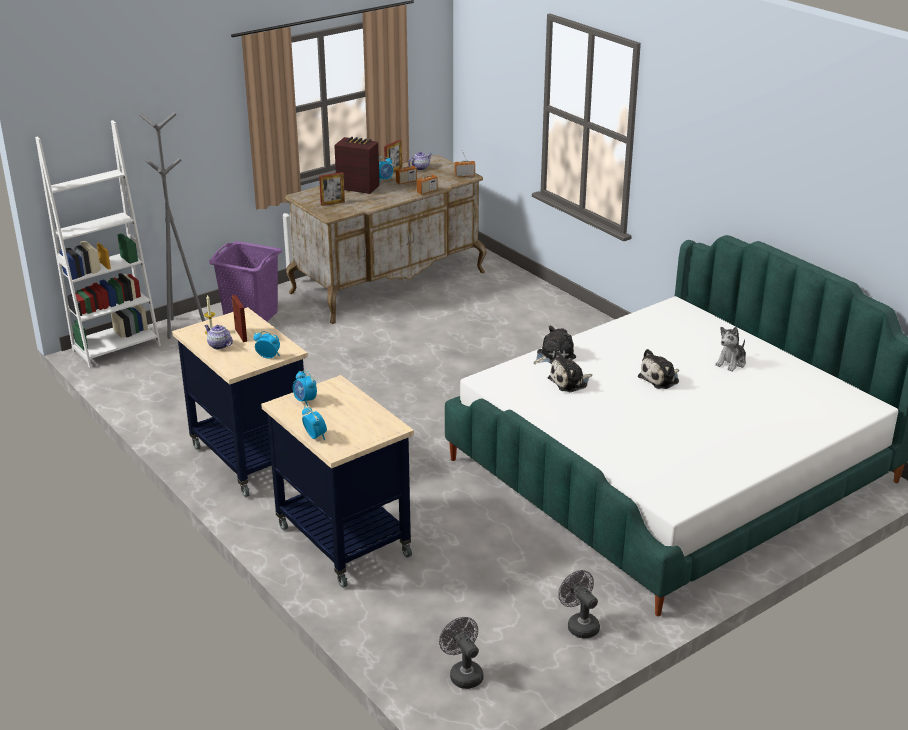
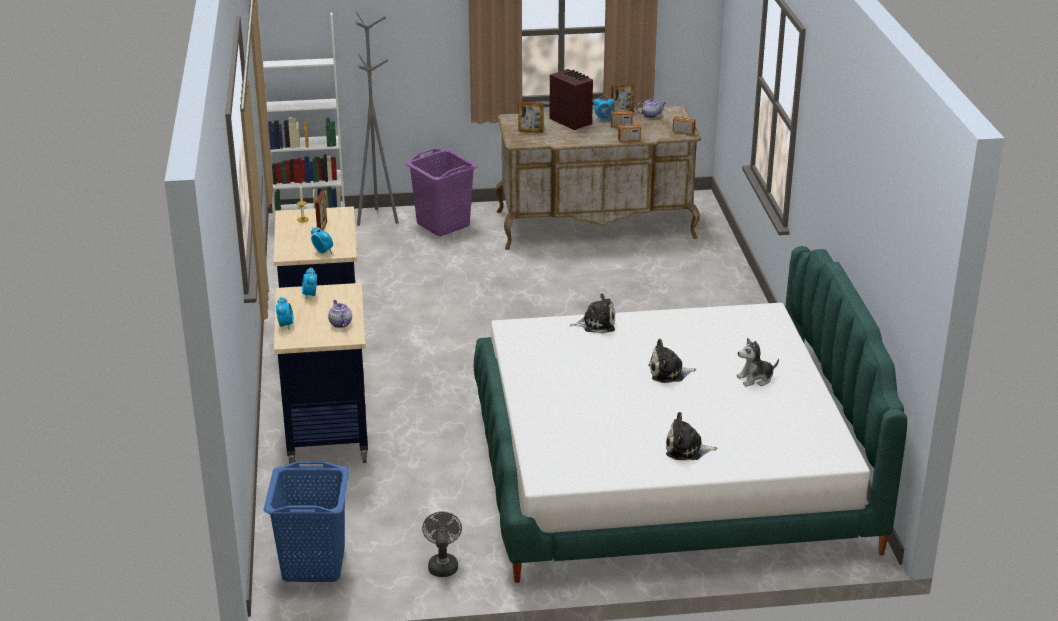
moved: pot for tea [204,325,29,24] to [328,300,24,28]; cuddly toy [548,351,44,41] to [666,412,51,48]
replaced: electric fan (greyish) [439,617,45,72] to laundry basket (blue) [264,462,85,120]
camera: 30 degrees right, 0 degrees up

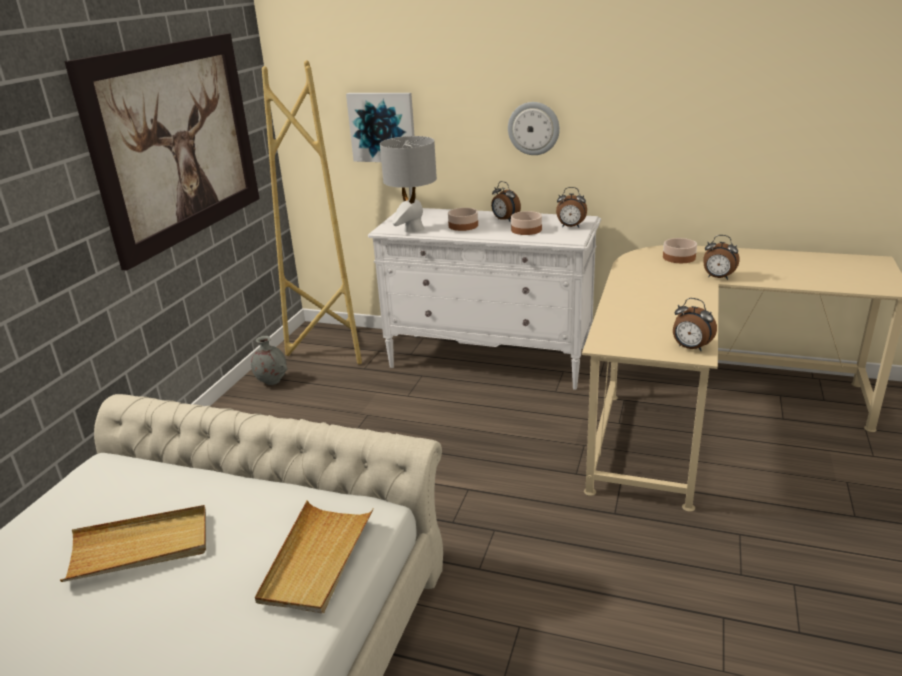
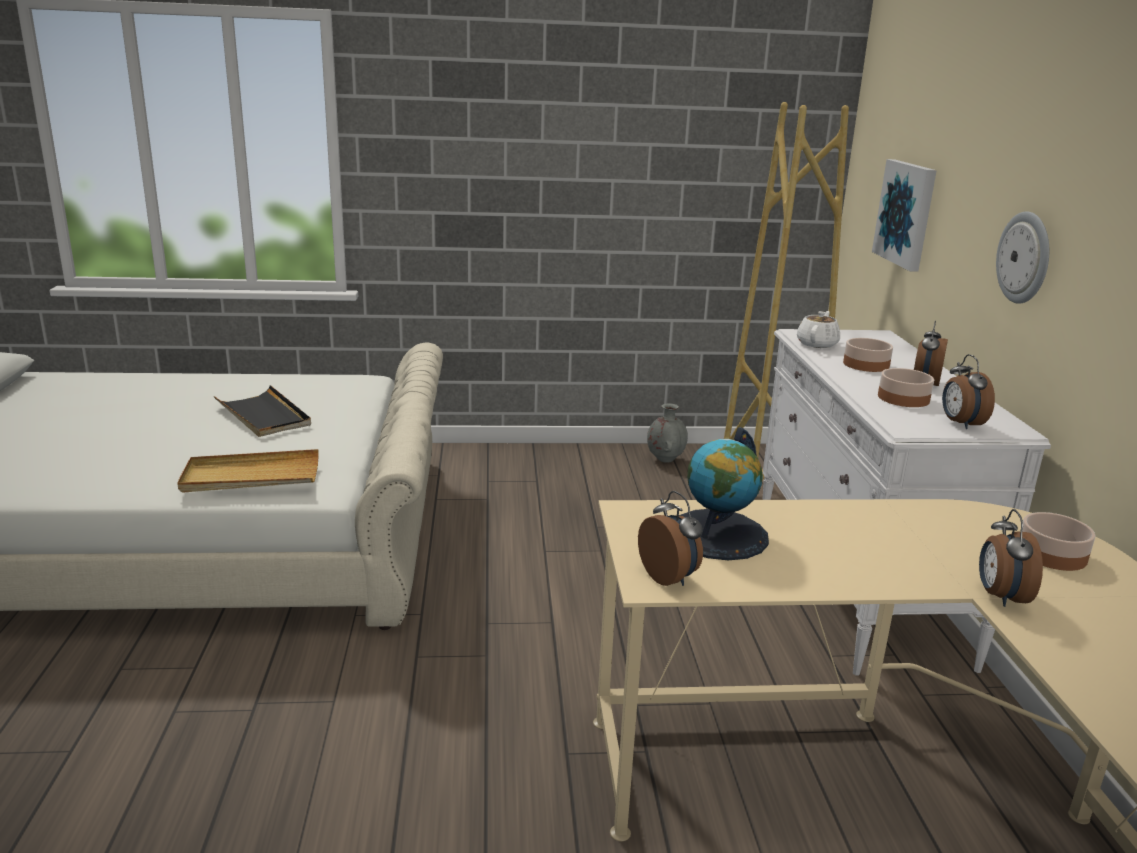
removed: wall art [64,33,196,238]
added: world globe [679,427,90,133]
replaced: lamp for a table (greyish) [380,136,57,96] to pot for tea (white) [797,311,43,37]
recoloured: tray (beige) [60,505,146,77] to tray (black) [214,385,97,52]
turned: alarm clock [673,298,44,53] = [638,491,65,95] 135 degrees clockwise
camera: 65 degrees right, 5 degrees down

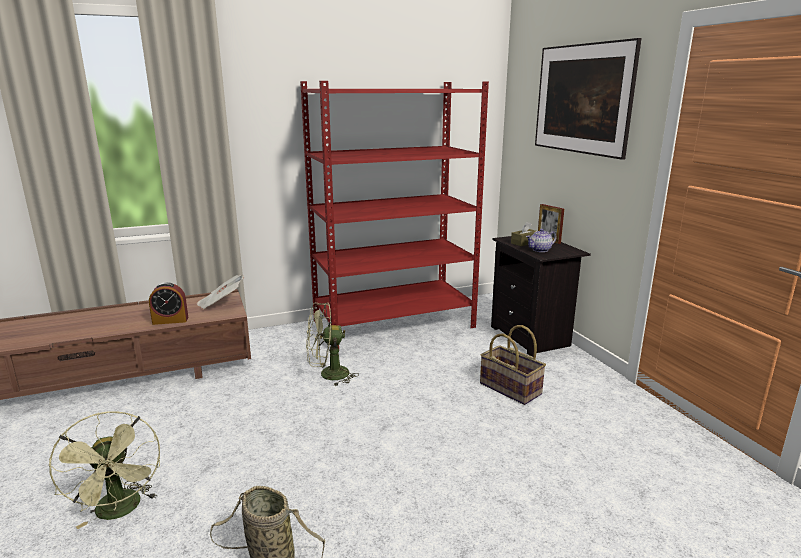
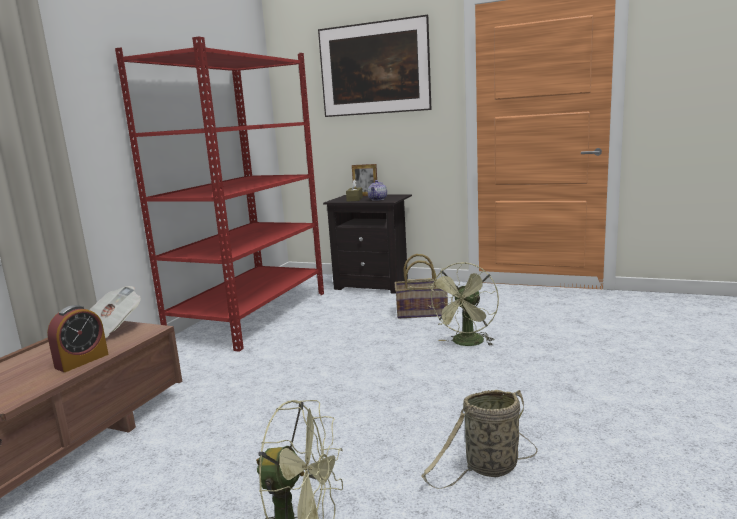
moved: electric fan (green) [306,302,53,84] to [428,262,71,84]
camera: 45 degrees left, 5 degrees down

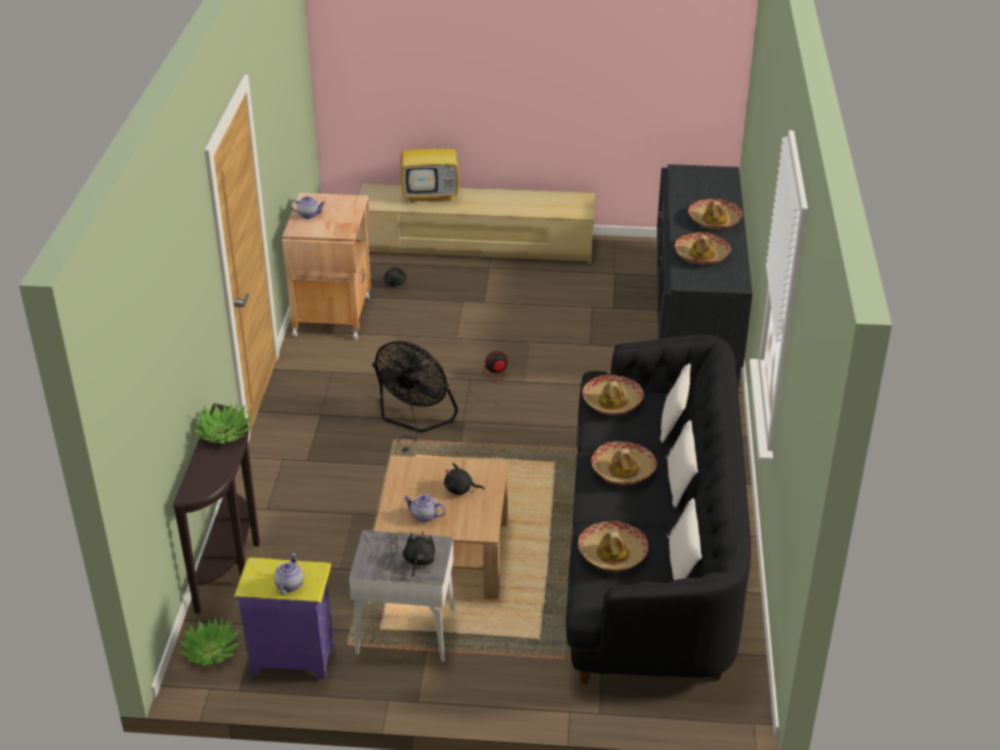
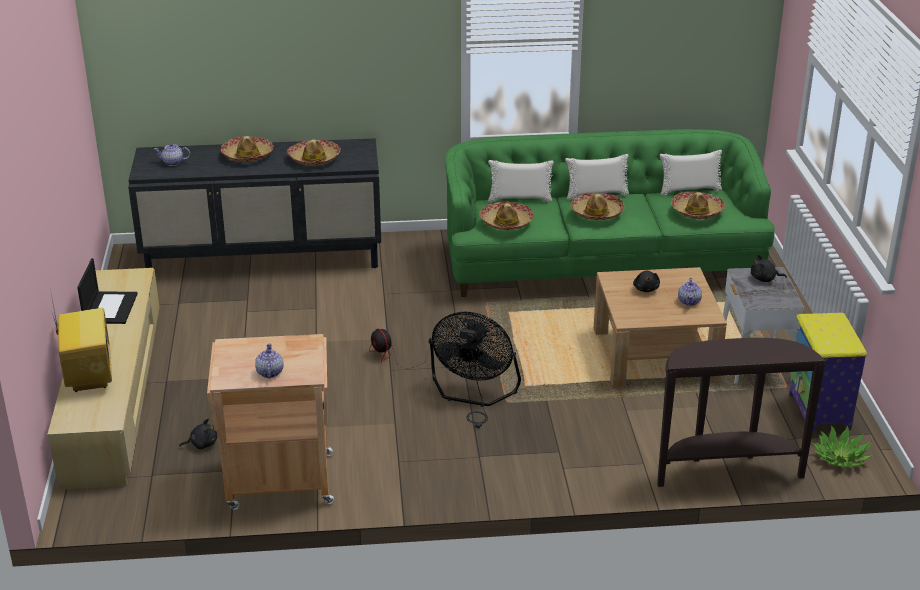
removed: plant in a pot [192,403,62,40]
added: portable computer [77,258,61,66]
moved: pot for tea [274,553,30,42] to [154,143,36,23]
recoloured: sofa (black) [566,334,185,350] to sofa (green) [446,129,329,168]
turned: electric fan (black) [372,341,86,111] = [428,312,93,116] 90 degrees clockwise
camera: 100 degrees left, 5 degrees down

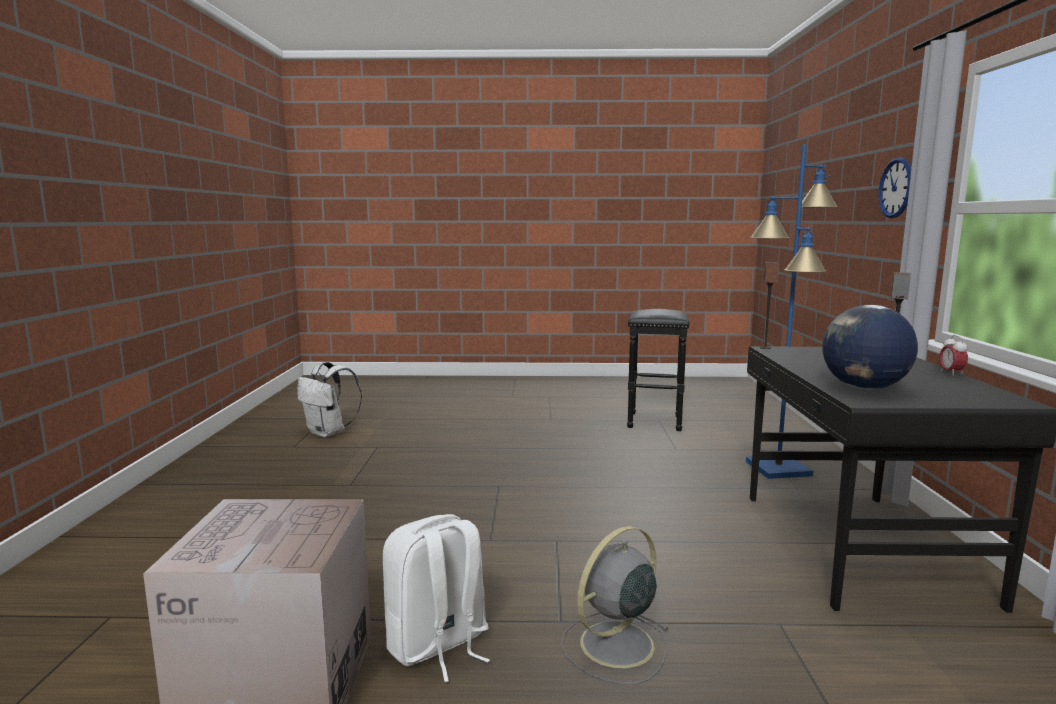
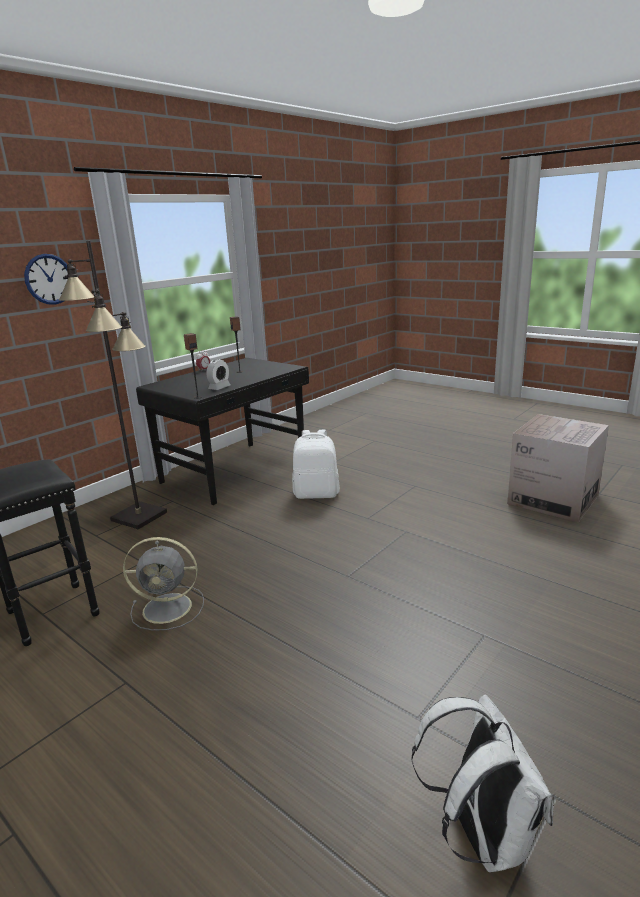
removed: world globe [822,305,96,85]
added: alarm clock [207,359,23,31]
moved: backpack (white) [383,514,107,168] to [292,430,48,69]; electric fan (greyish) [561,526,109,159] to [123,537,81,94]
recoloured: standing lamp (blue) [746,144,92,335] to standing lamp (black) [59,241,108,288]
camera: 140 degrees left, 10 degrees up

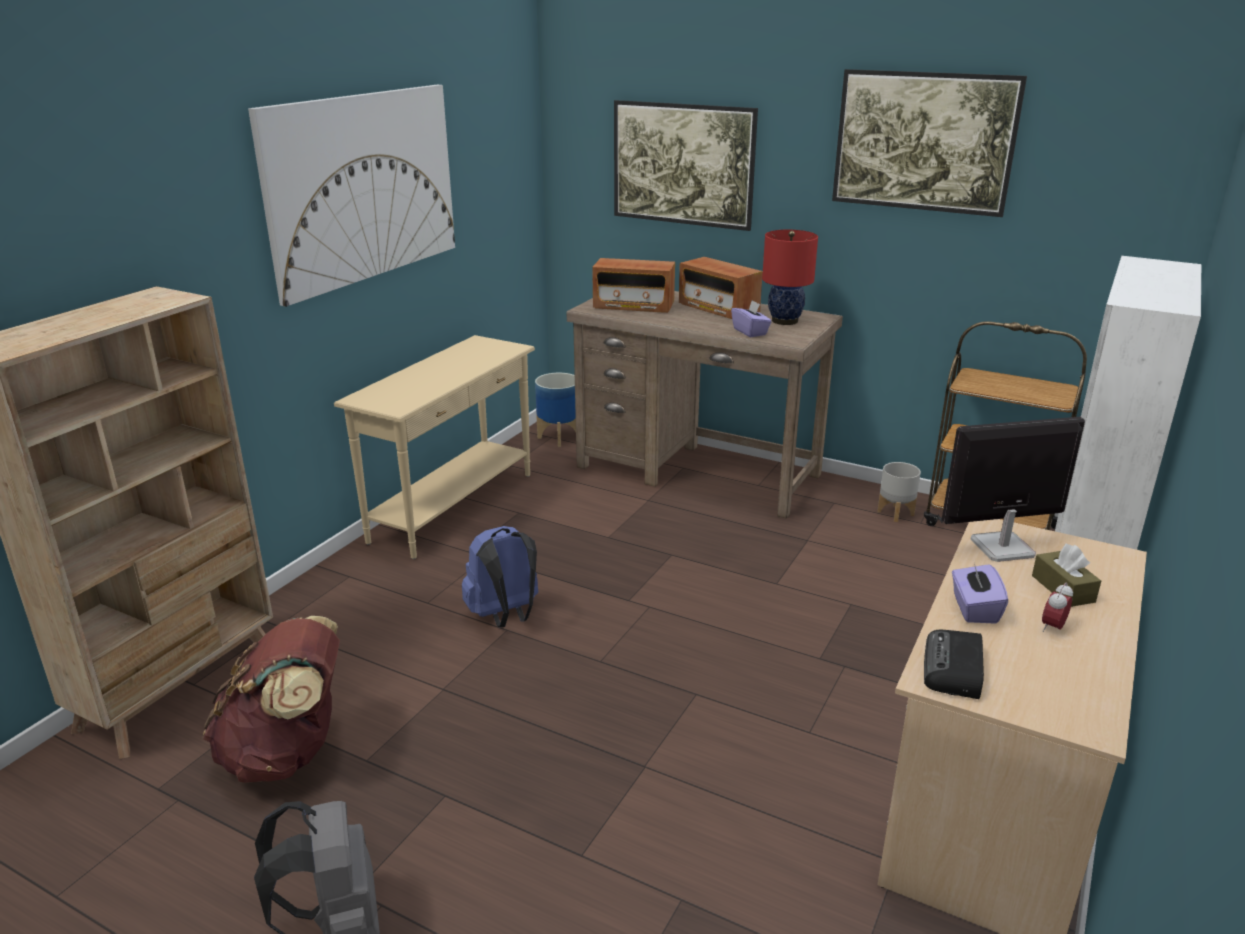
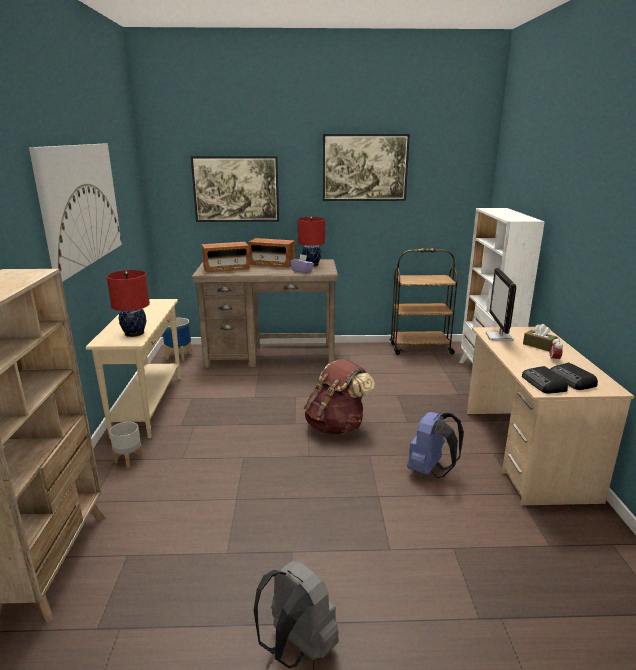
removed: tissue box (purple) [952,560,56,64]
added: lamp for a table (reddish) [107,270,43,67]; radio receiver [550,363,48,27]
moved: flower pot (greyish) [877,462,44,60] to [109,422,34,46]; backpack (blue) [462,526,76,101] to [407,412,57,66]; backpack (brownish) [203,616,137,167] to [304,359,71,76]
turned: computer display [942,417,143,145] = [486,268,30,73] 45 degrees counterclockwise
camera: 30 degrees left, 5 degrees down

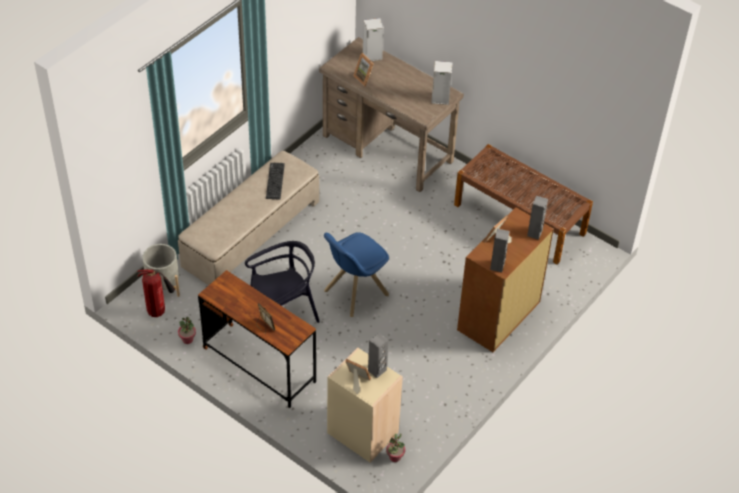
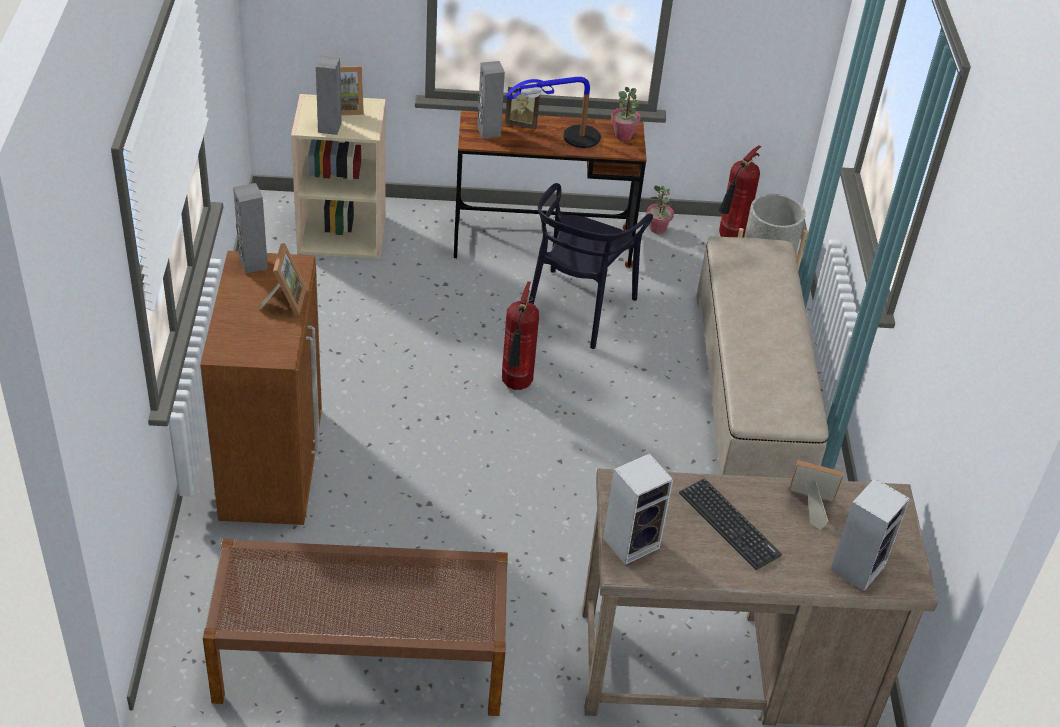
added: lamp for a table [506,77,95,71]
moved: PC keyboard [266,162,19,38] to [679,479,103,91]; audio speaker (greyish) [527,196,21,44] to [477,61,28,78]; plant in a pot [386,433,19,29] to [611,87,30,54]
replaced: plain chair (blue) [324,232,65,85] to fire-fighting cylinder [502,281,37,109]
camera: 140 degrees right, 5 degrees down

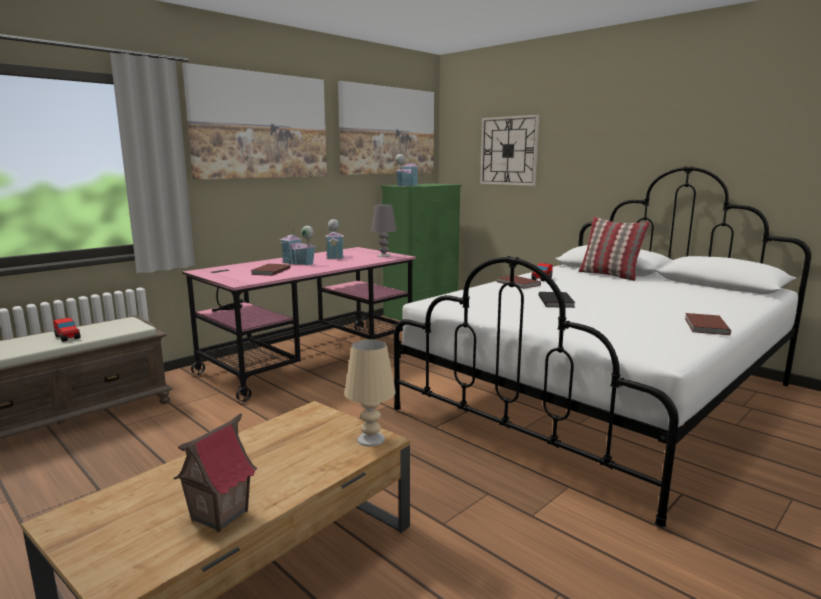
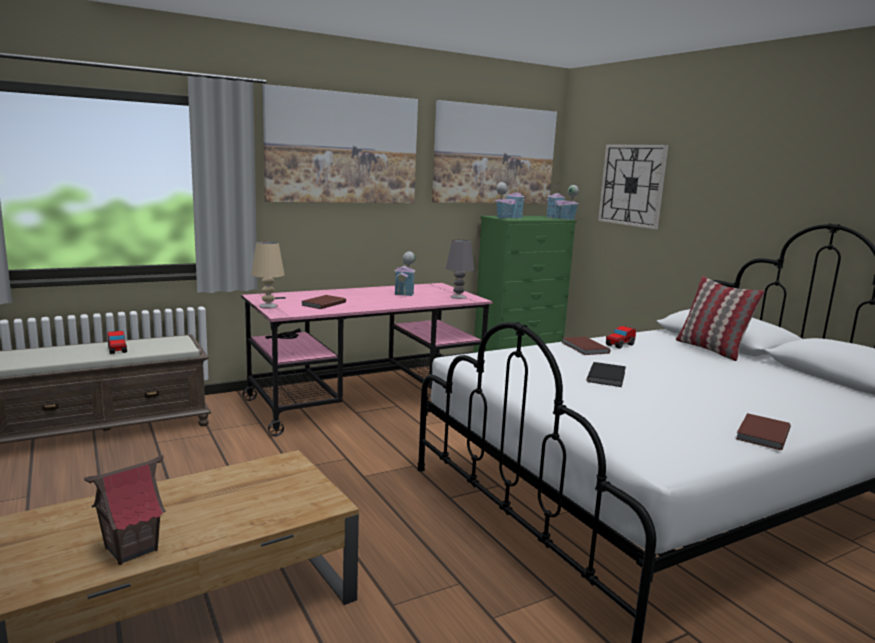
moved: toy house [280,222,37,43] to [546,182,33,38]; lamp for a table (beige) [344,339,52,107] to [251,241,34,67]
camera: 15 degrees right, 0 degrees up

